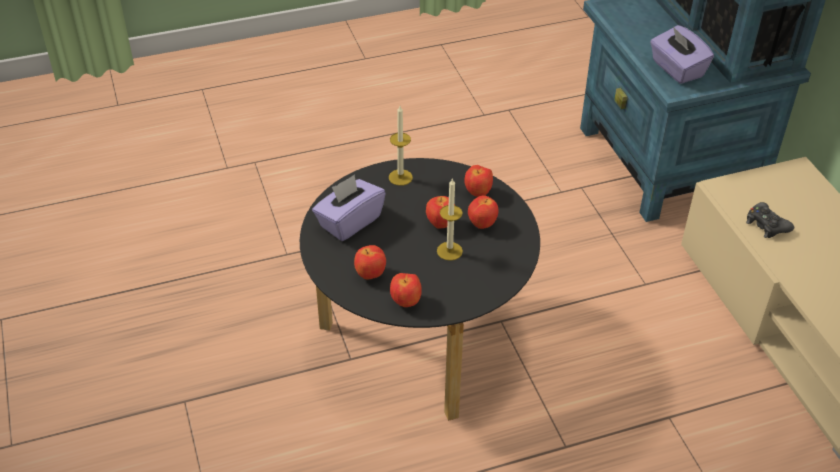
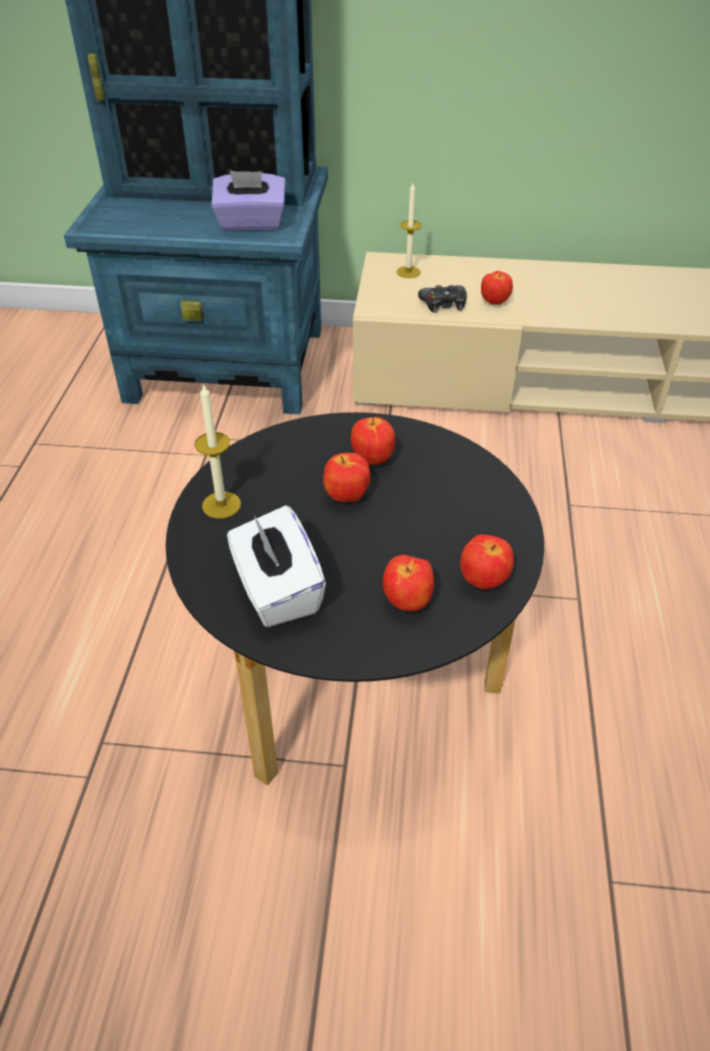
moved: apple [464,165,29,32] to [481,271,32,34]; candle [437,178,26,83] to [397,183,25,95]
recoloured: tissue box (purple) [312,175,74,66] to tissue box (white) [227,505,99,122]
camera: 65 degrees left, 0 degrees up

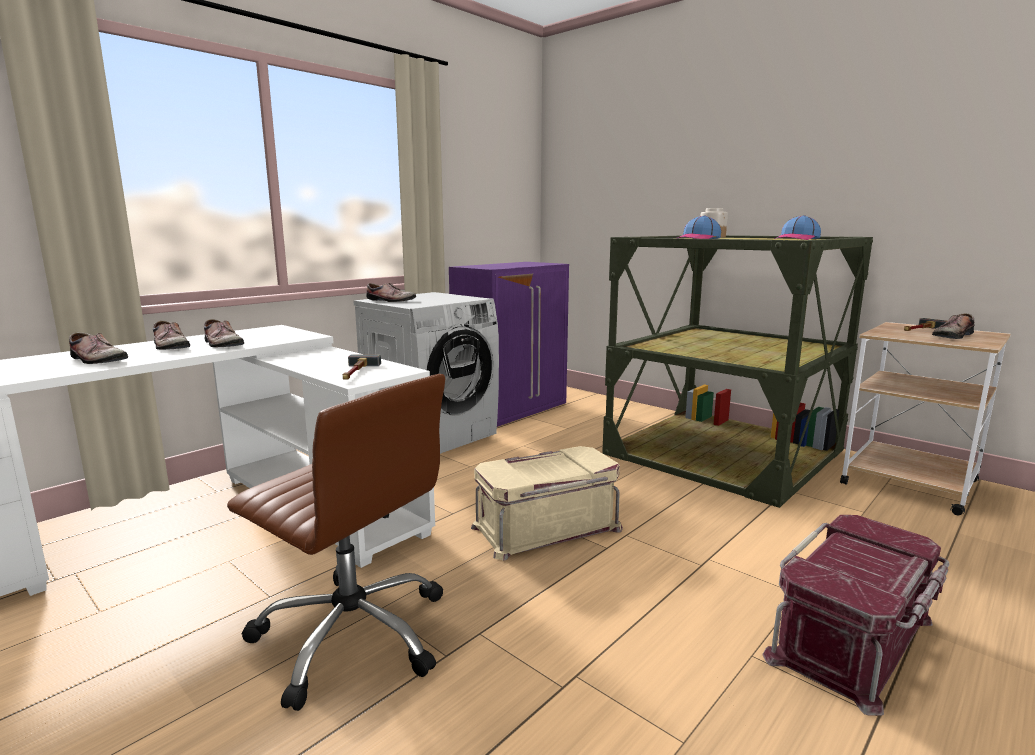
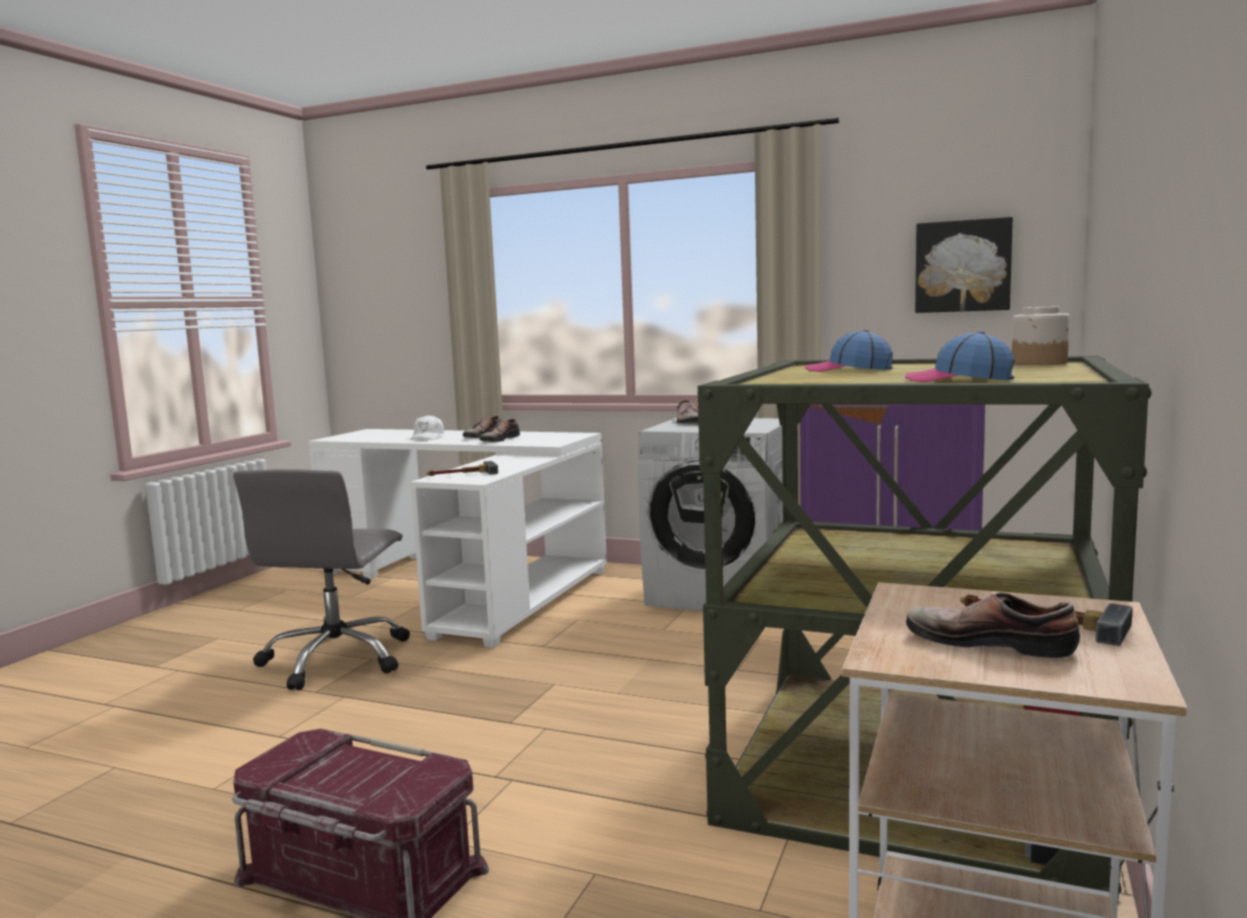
removed: storage box (beige) [471,446,152,114]
added: wall art [915,217,98,96]
replaced: item of footwear [69,333,59,31] to peaked cap (white) [410,415,34,25]
recoloured: computer chair (brownish) [227,374,218,337] to computer chair (greyish) [233,469,177,221]
camera: 70 degrees right, 5 degrees down

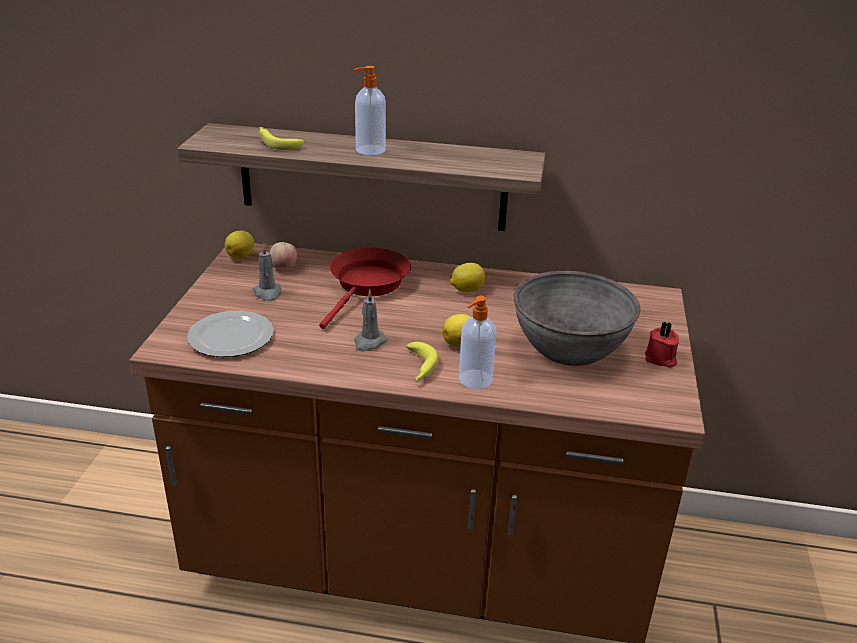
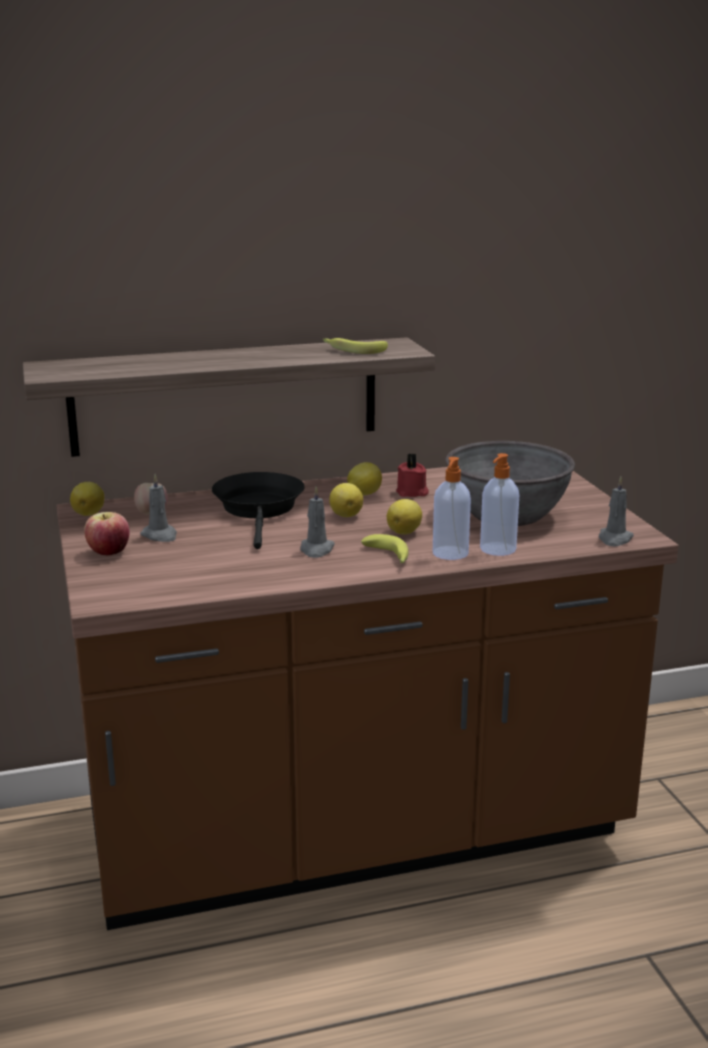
removed: plate [187,311,87,46]
added: candle (greyish) [599,477,35,70]; whole lemon [329,483,34,34]; apple [84,512,45,43]
moved: soap dispenser [353,66,33,89] to [480,453,39,103]; whole banana [259,127,45,23] to [323,338,65,16]; candle (reddish) [645,322,34,46] to [396,454,33,43]
recoloured: skillet (reddish) [319,248,92,81] to skillet (black) [212,472,93,77]
camera: 25 degrees left, 10 degrees down

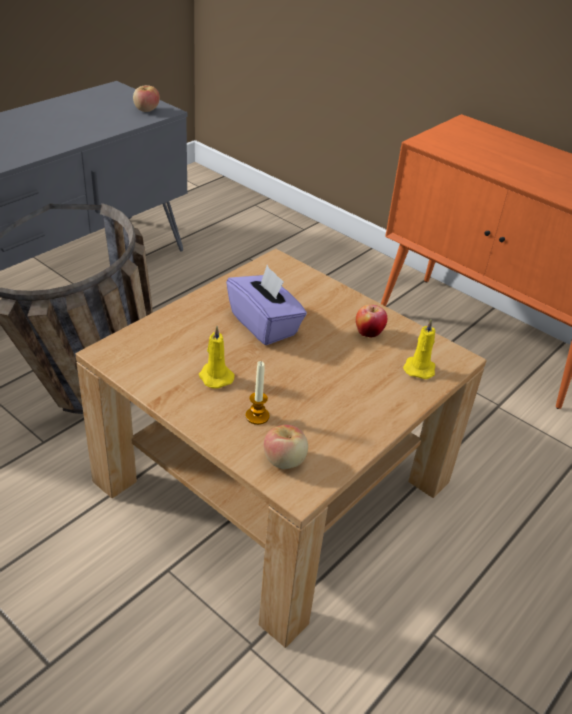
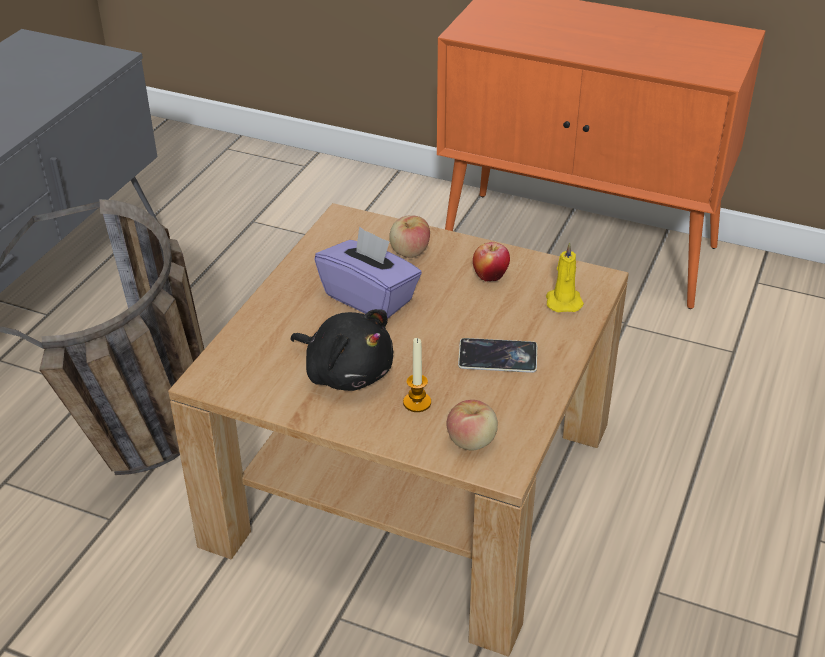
added: handset [458,338,79,35]
moved: apple [133,85,27,27] to [389,215,41,43]
replaced: candle (yellow) [199,326,36,63] to cuddly toy (black) [291,309,102,82]
camera: 15 degrees left, 0 degrees up

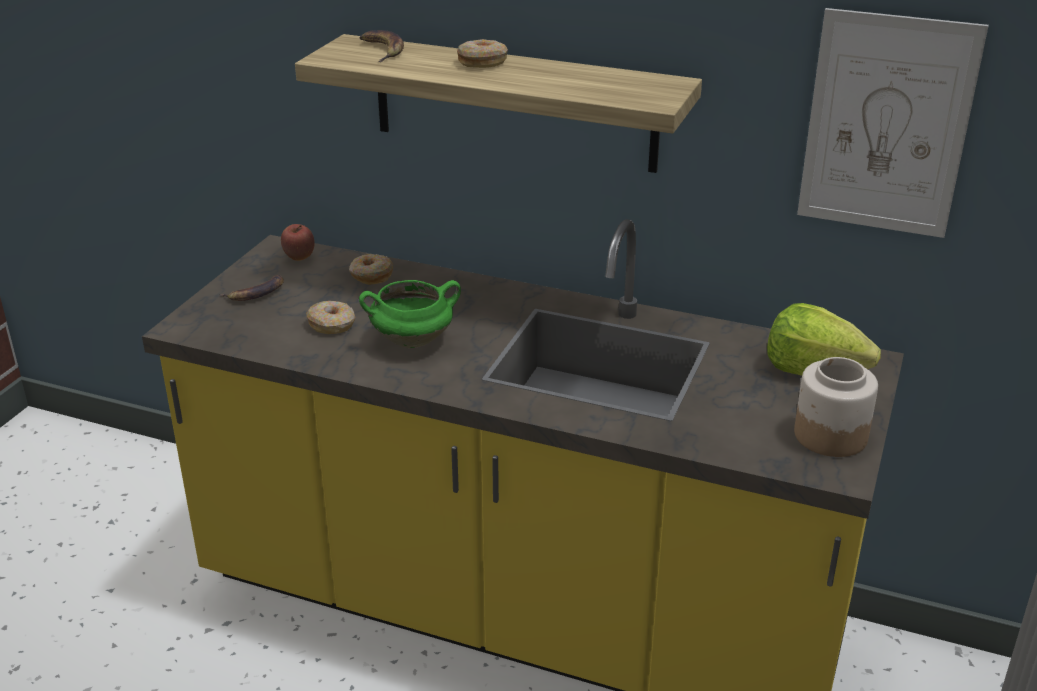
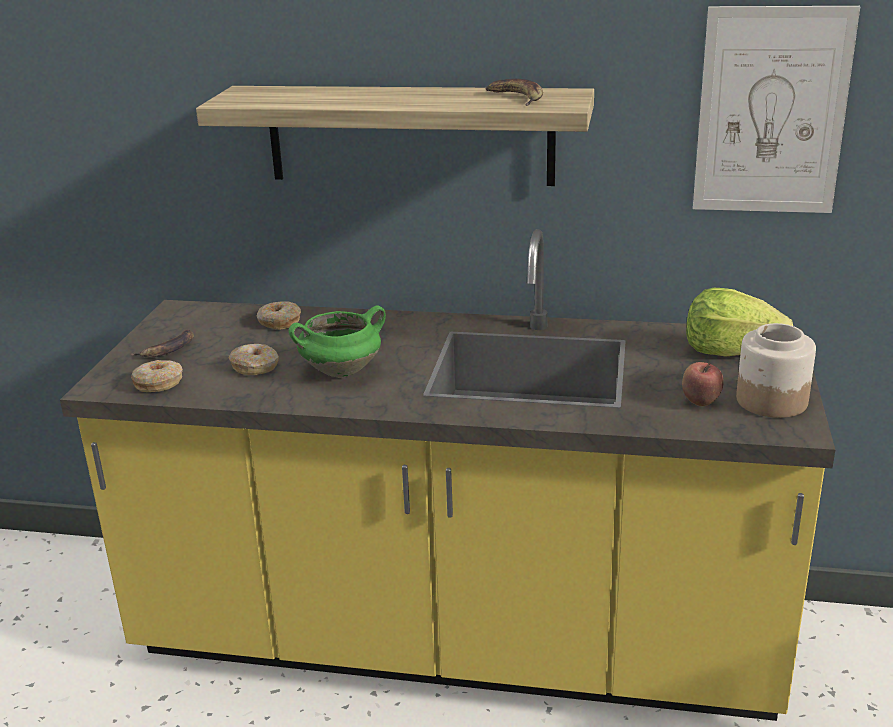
moved: whole banana [360,30,44,32] to [486,79,57,27]; ring doughnut [457,39,51,29] to [131,360,52,32]; apple [281,224,34,37] to [682,362,42,44]
camera: 10 degrees left, 5 degrees down

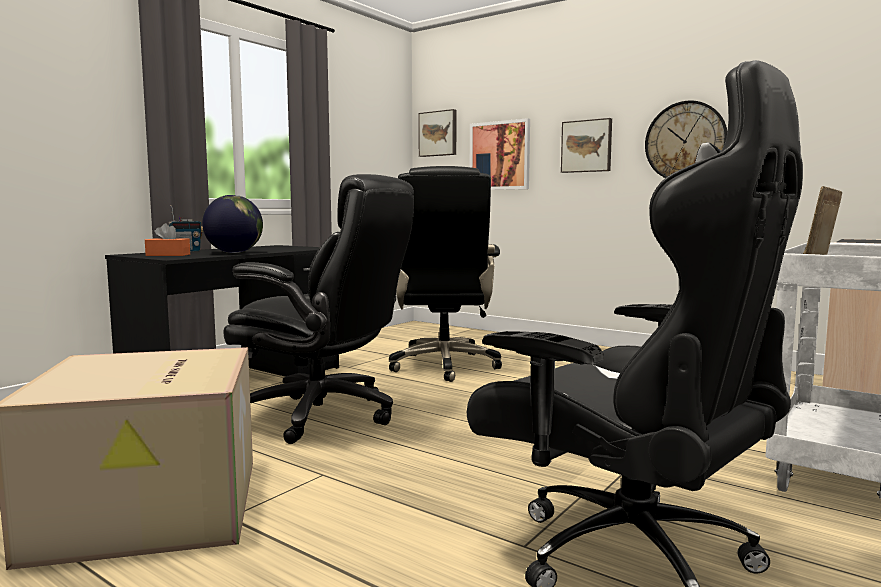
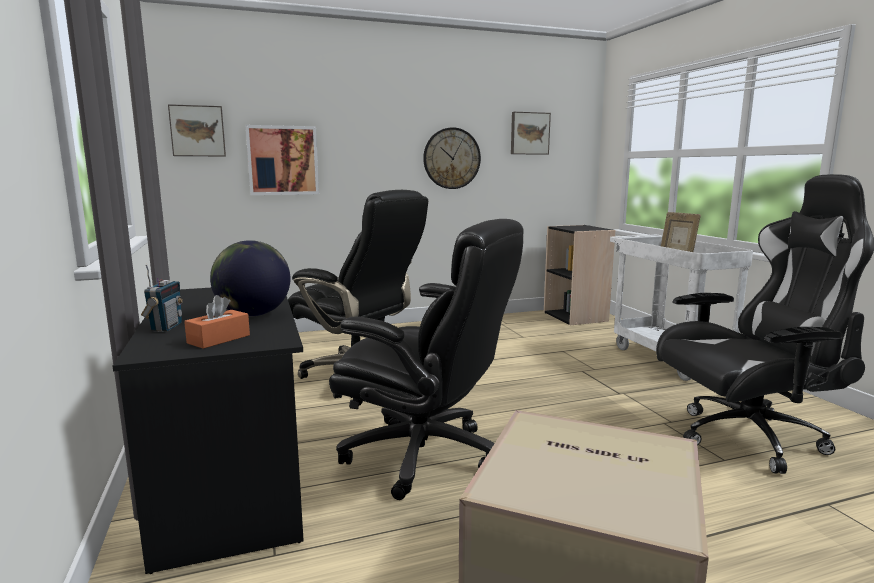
moved: wall art [561,118,51,55] to [511,112,40,43]
turned: computer chair (black) [223,174,191,270] = [329,219,195,281] 60 degrees clockwise
camera: 55 degrees left, 5 degrees up

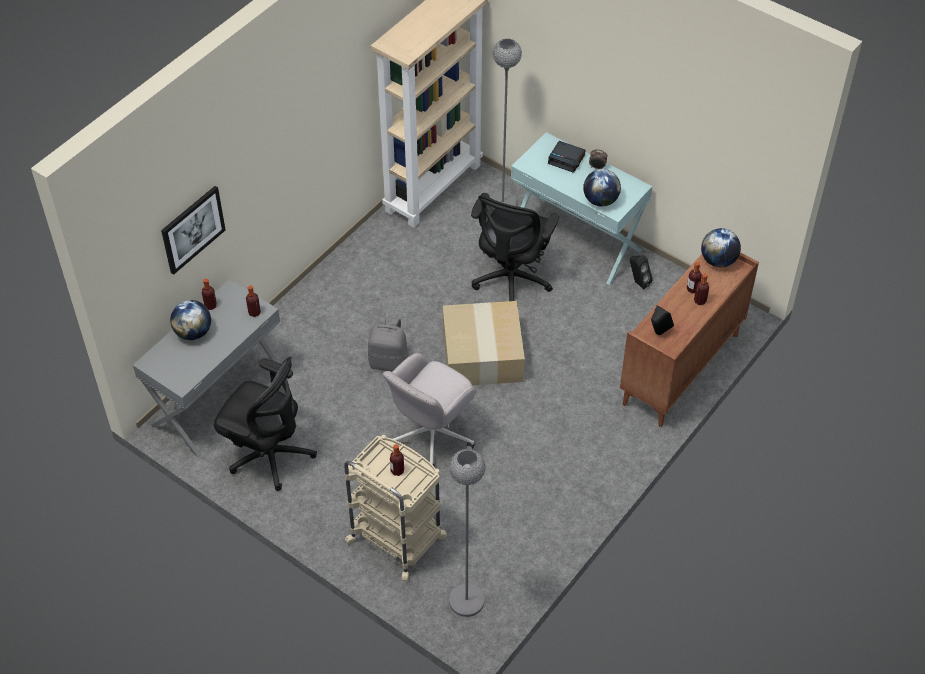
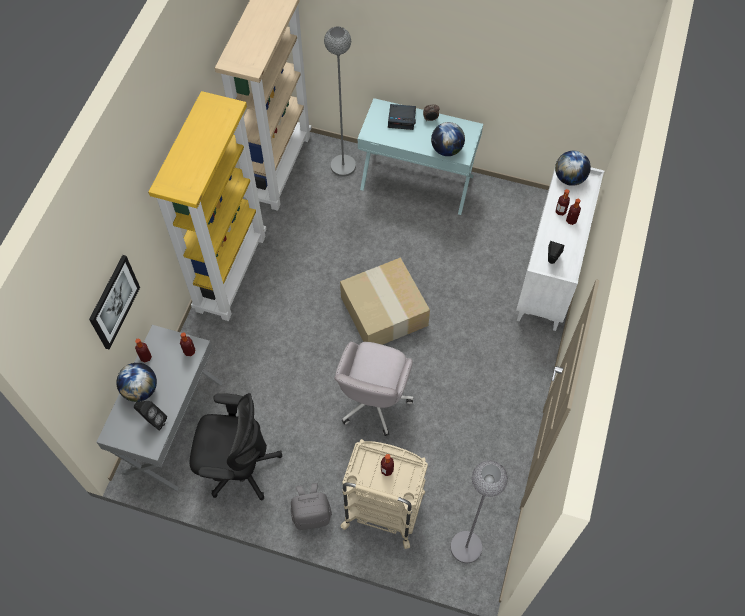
removed: computer chair (black) [471,193,88,113]
added: shelving unit (yellow) [148,91,118,230]
moved: audio speaker (black) [630,255,23,35] to [134,401,33,30]; backpack (greyish) [368,316,41,56] to [291,483,41,47]
recoloured: cupboard (brownish) [620,252,139,175] to cupboard (white) [516,159,88,172]
camera: 20 degrees left, 10 degrees up

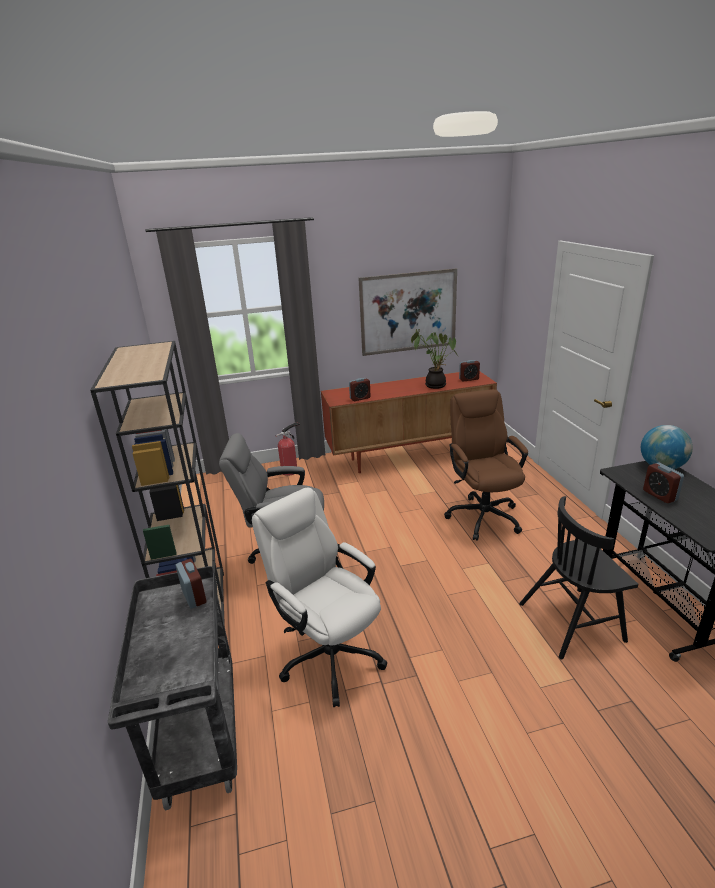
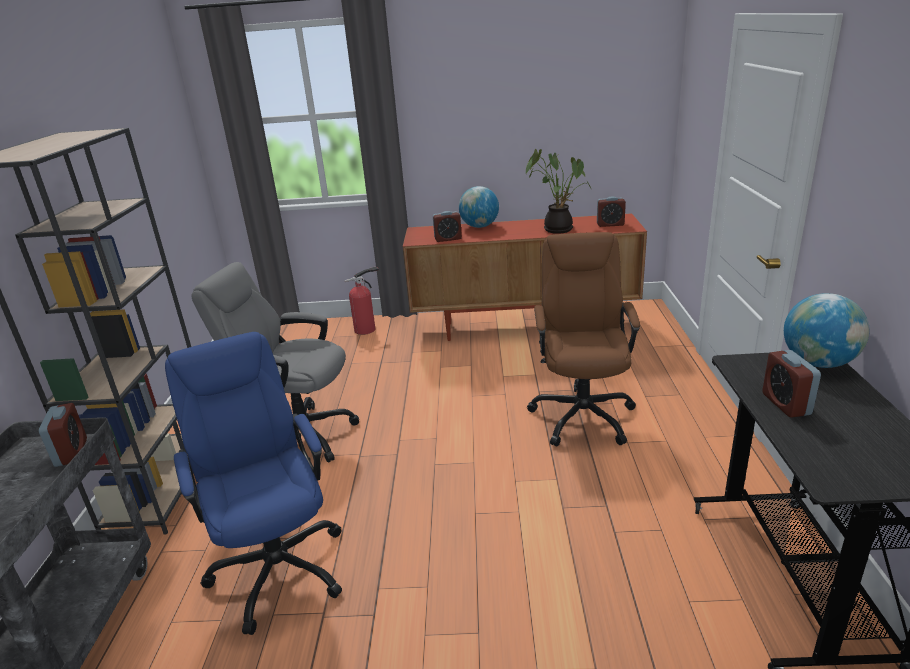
removed: wall art [359,268,98,88]; plain chair (black) [519,496,119,163]
added: world globe [459,186,40,42]
recoloured: computer chair (white) [252,488,135,219] to computer chair (blue) [165,332,177,303]
camera: 15 degrees right, 0 degrees up

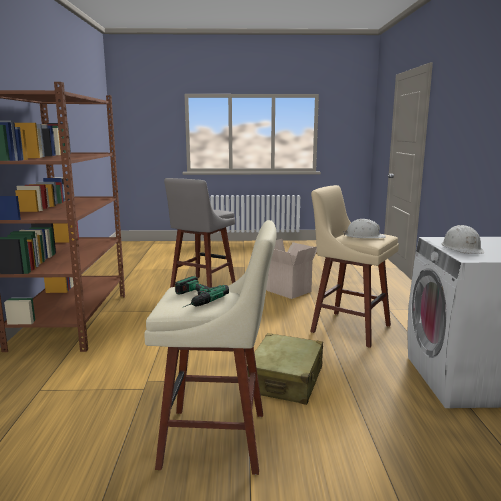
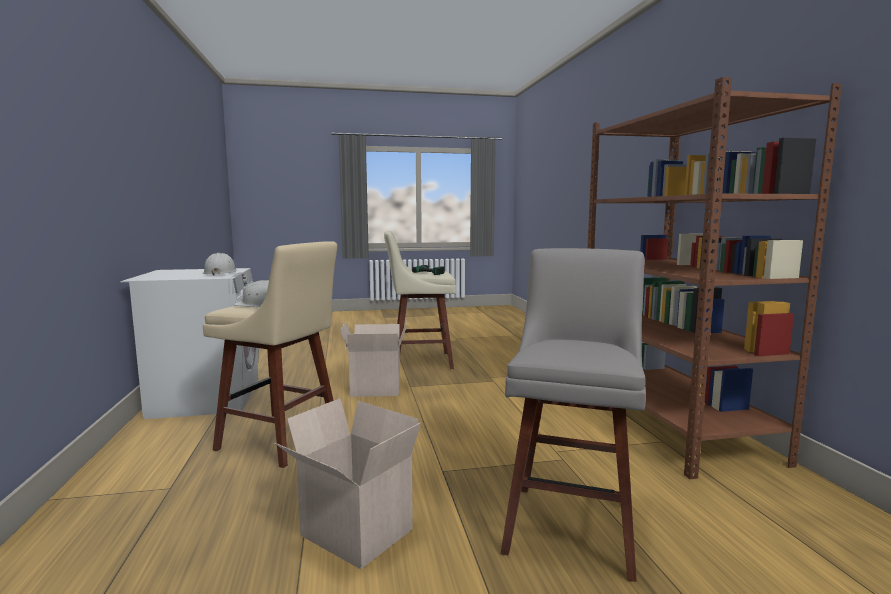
replaced: piece of luggage (beige) [247,333,76,72] to carton [340,321,67,76]
camera: 170 degrees right, 5 degrees down

